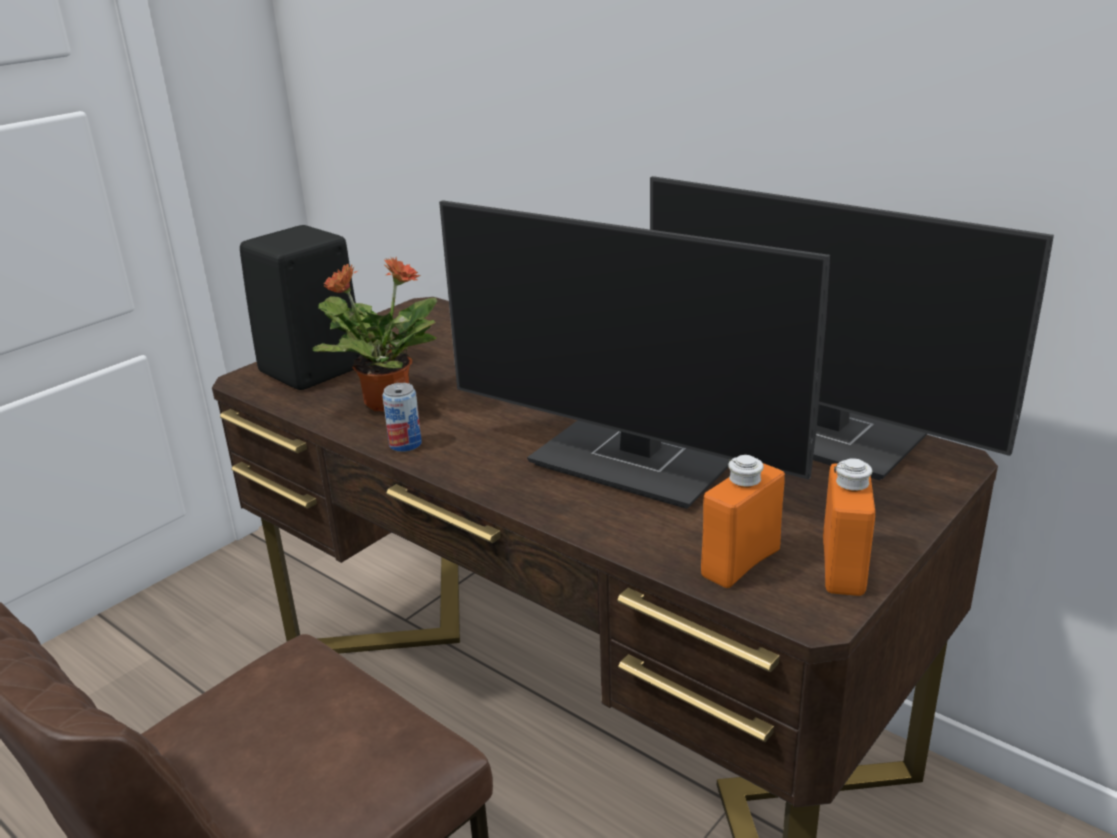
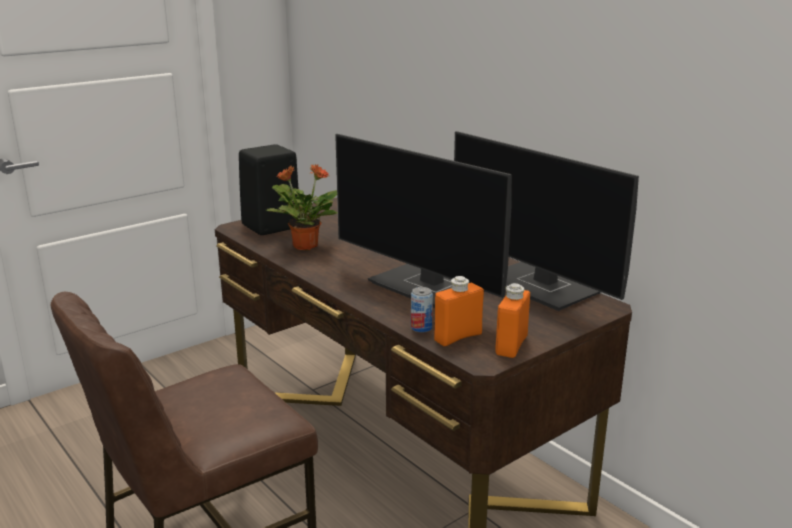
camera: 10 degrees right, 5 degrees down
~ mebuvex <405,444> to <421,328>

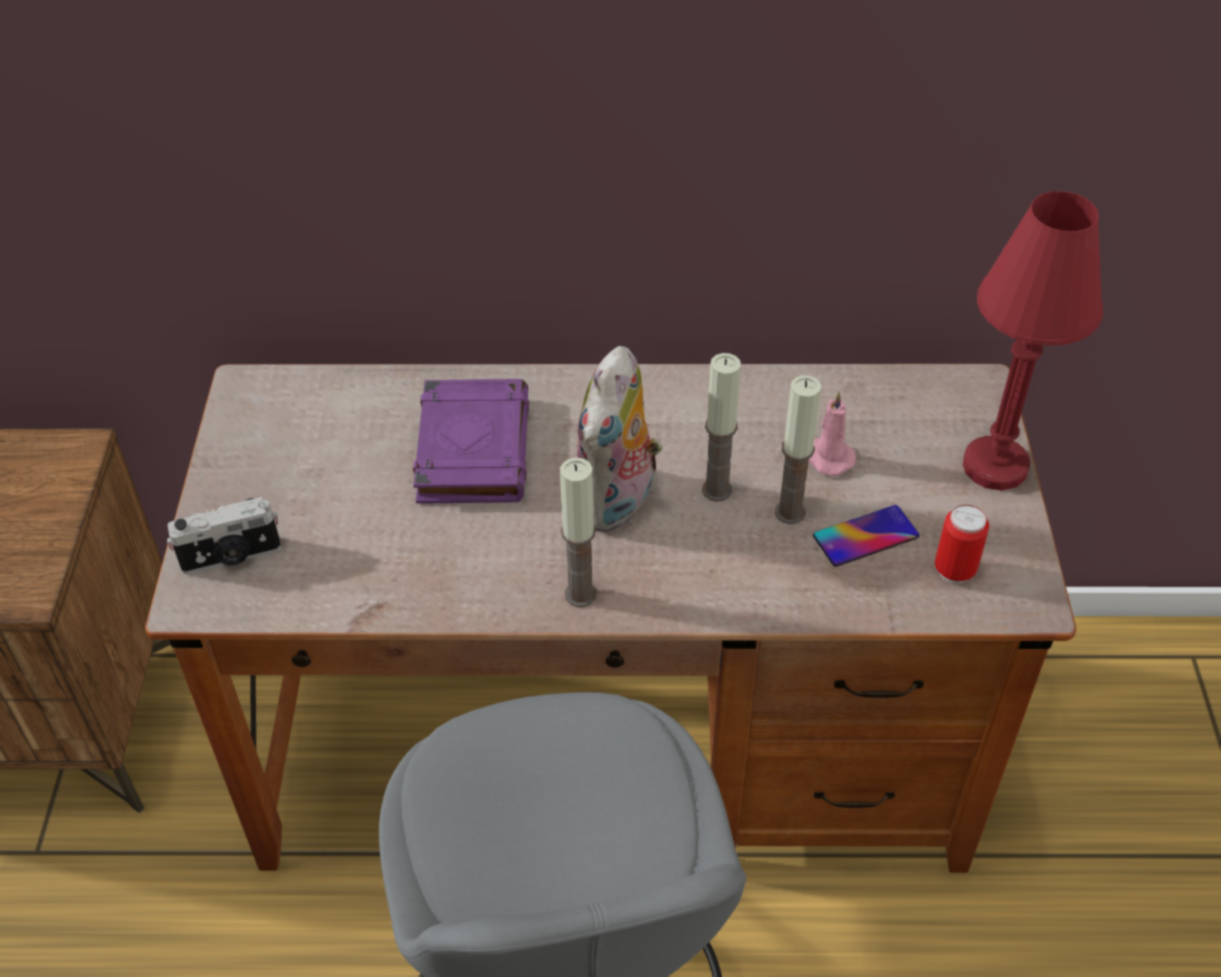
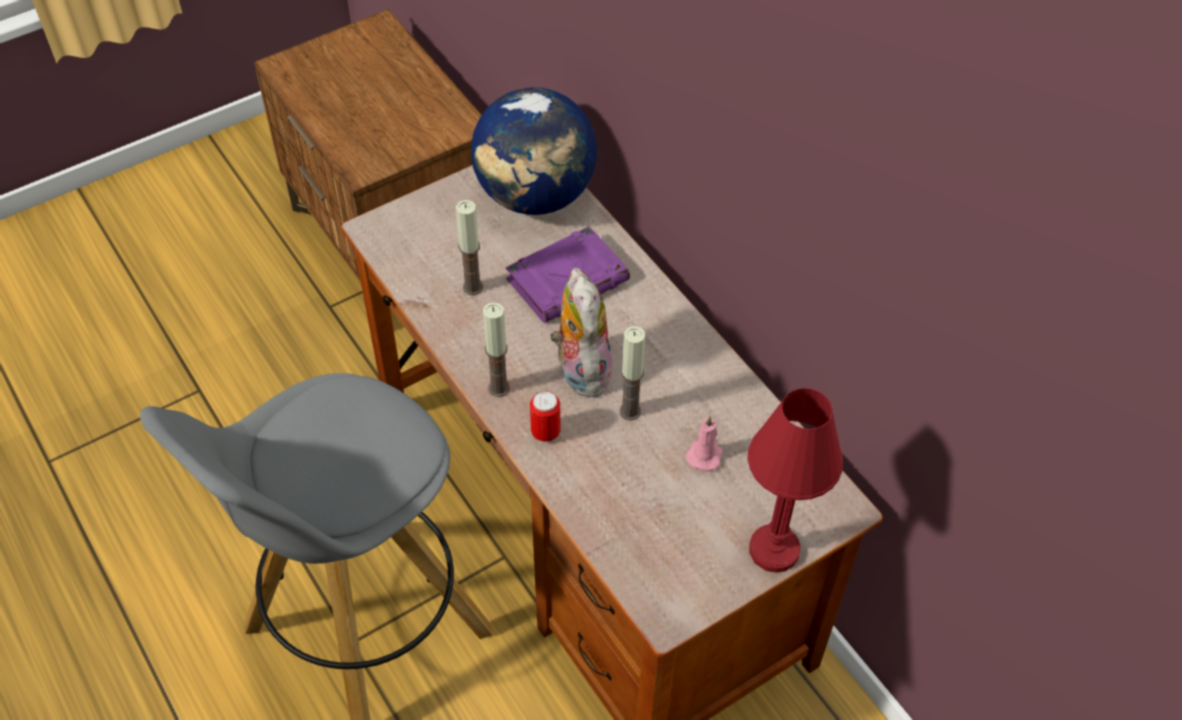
camera: 55 degrees right, 5 degrees up
- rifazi <231,557>
- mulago <865,536>
+ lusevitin <535,196>
~ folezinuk <790,512> to <472,287>
~ mebuvex <954,570> to <545,433>
~ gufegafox <618,503> = <580,369> 90 degrees clockwise

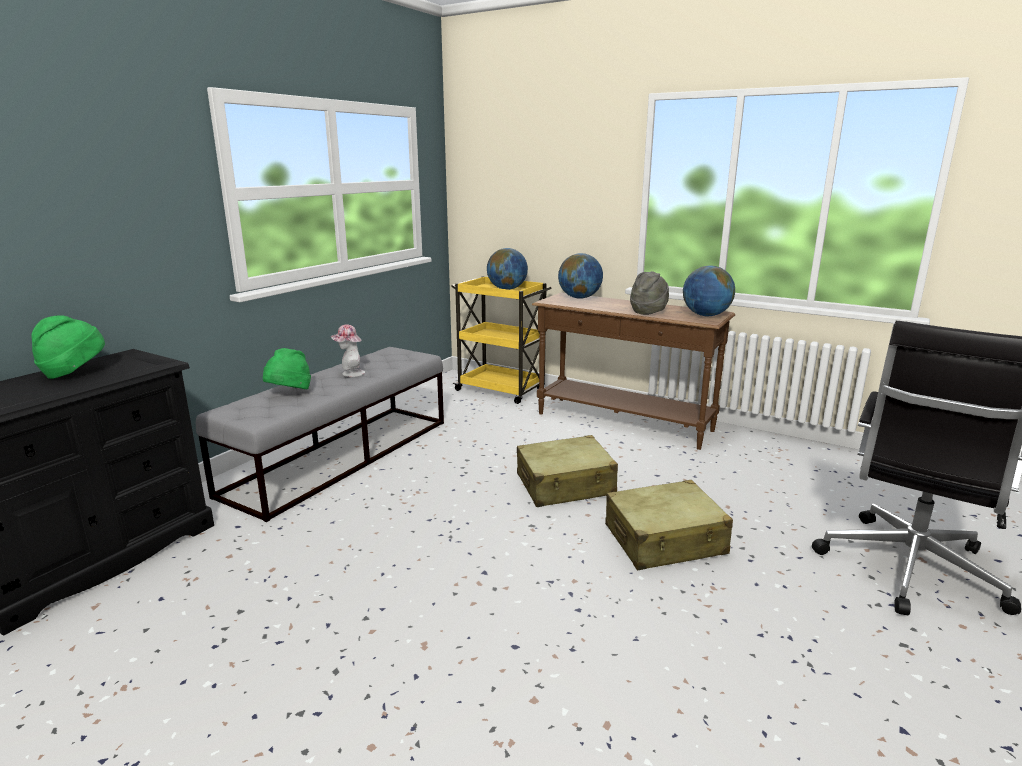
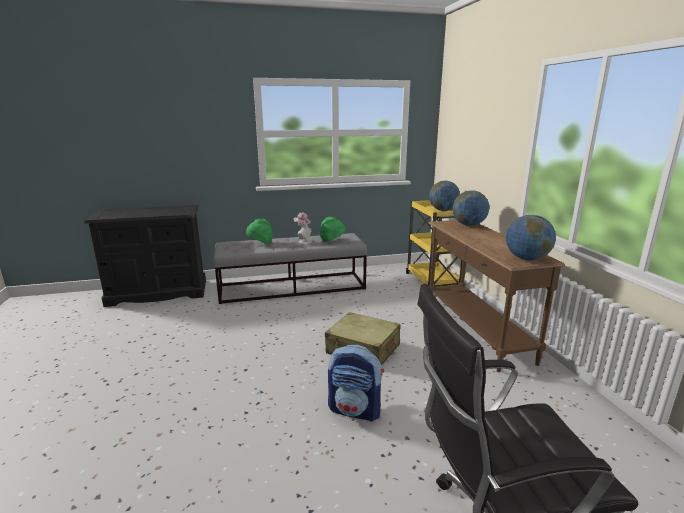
camera: 45 degrees right, 0 degrees up
- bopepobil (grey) <648,311>
~ bopepobil (green) <74,372> to <332,241>
~ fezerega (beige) <665,540> to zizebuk <355,410>

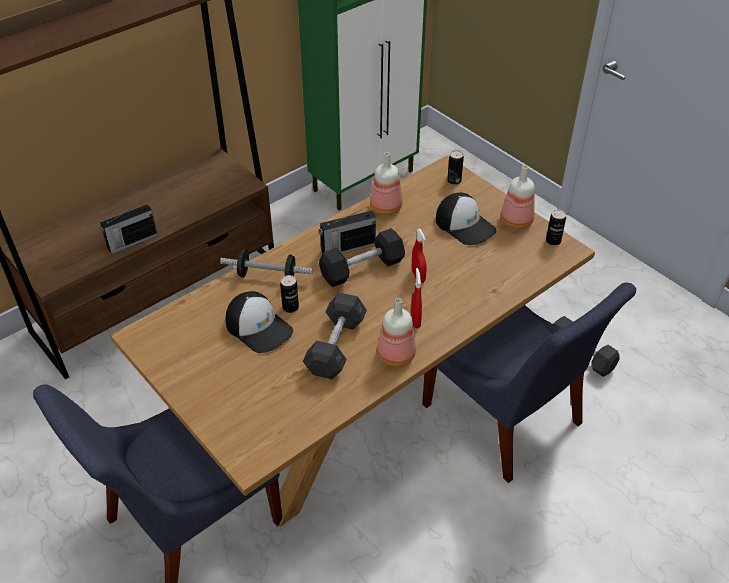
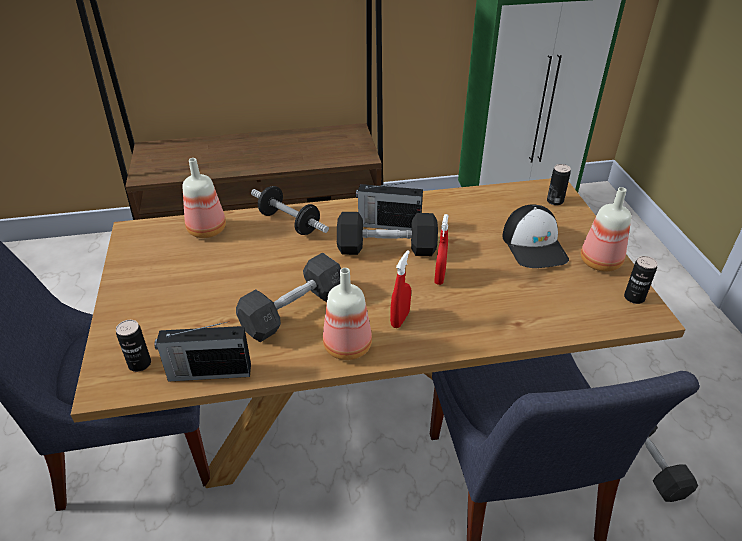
camera: 30 degrees right, 5 degrees down
- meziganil <259,327>
~ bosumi <131,242> to <208,372>
~ mebuvex <290,307> to <140,364>
~ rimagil <385,207> to <206,229>

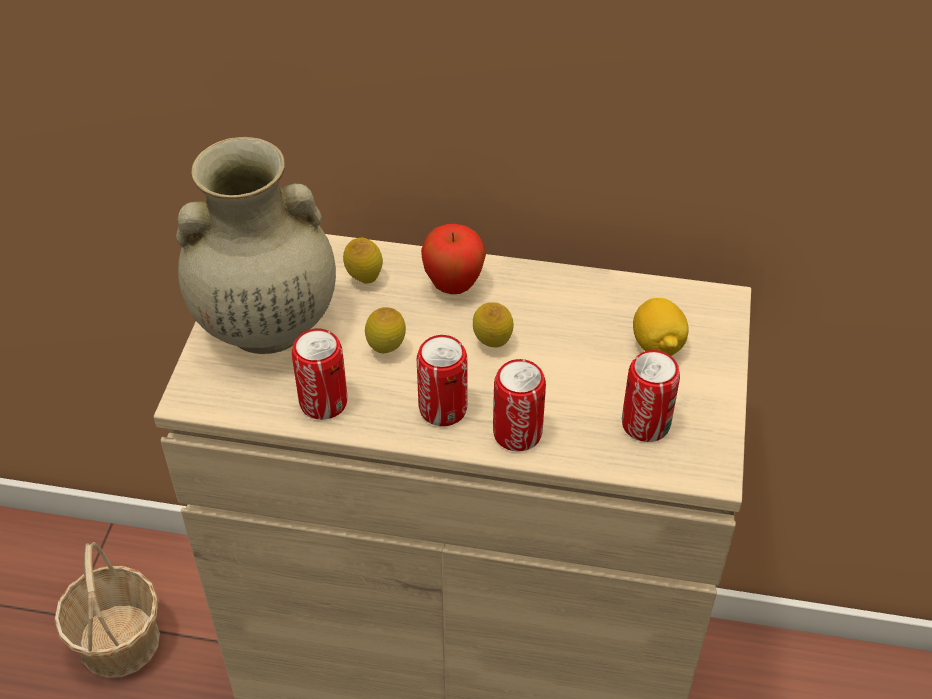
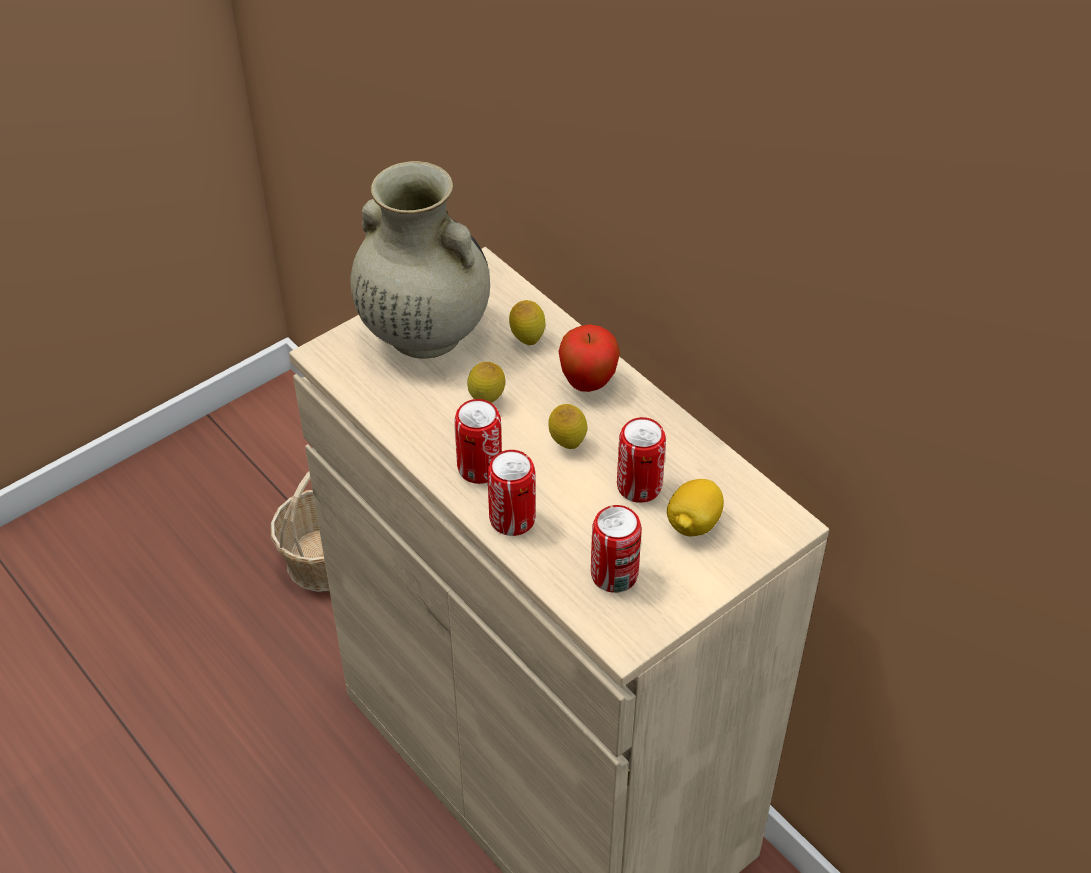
camera: 40 degrees right, 0 degrees up
~ mebuvex <323,402> to <639,486>

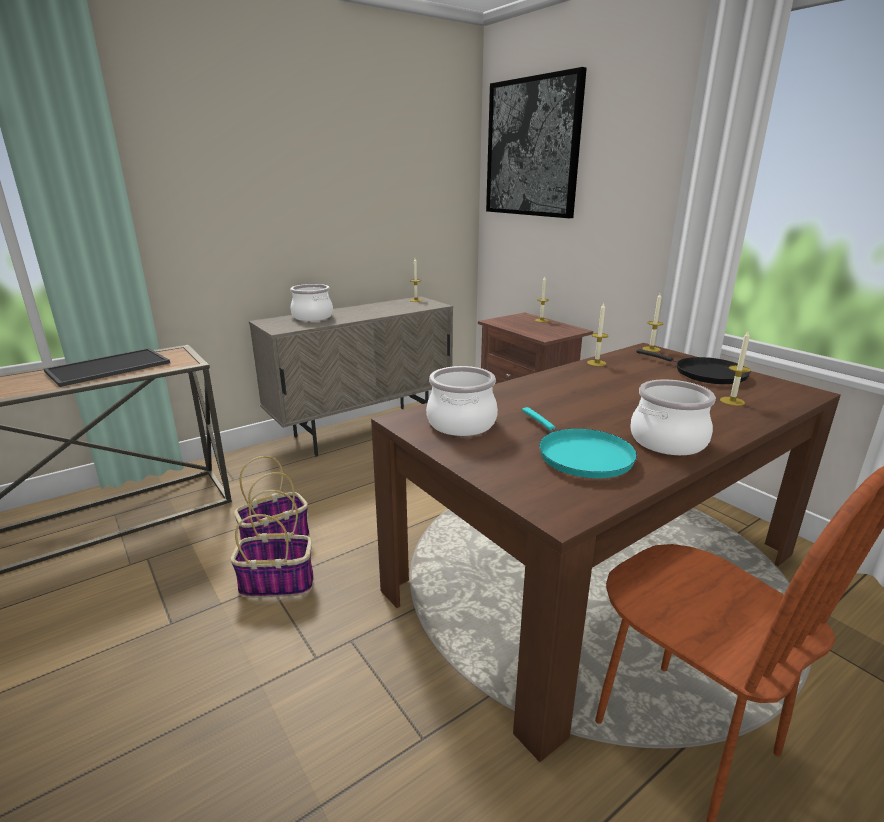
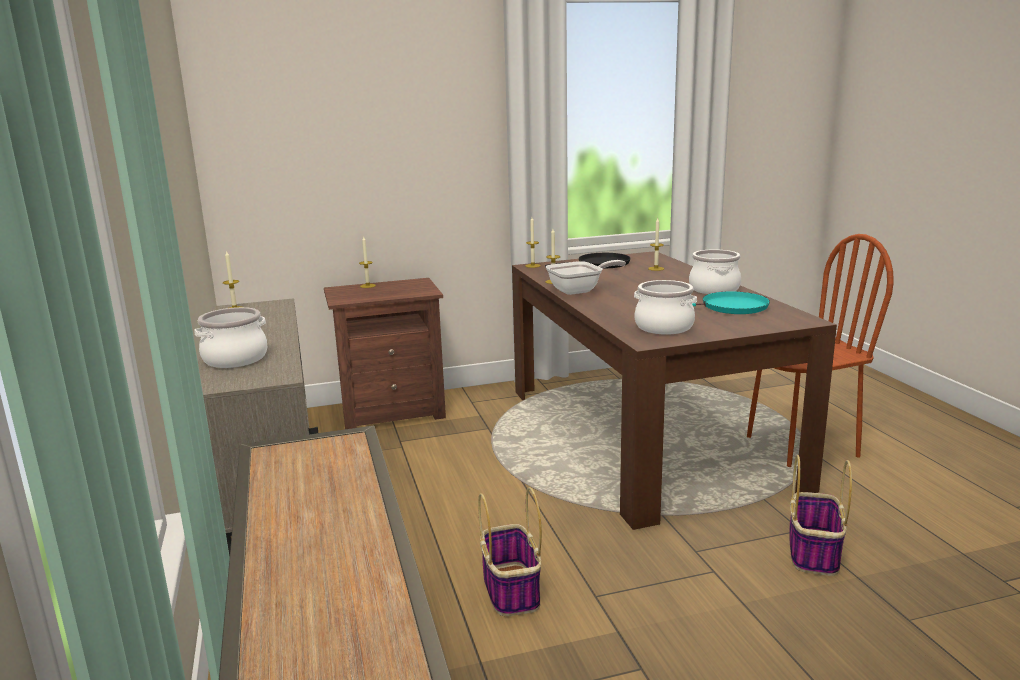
camera: 70 degrees left, 5 degrees down
- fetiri <108,368>
- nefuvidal <532,148>
+ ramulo <579,290>
~ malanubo <278,583> to <813,552>

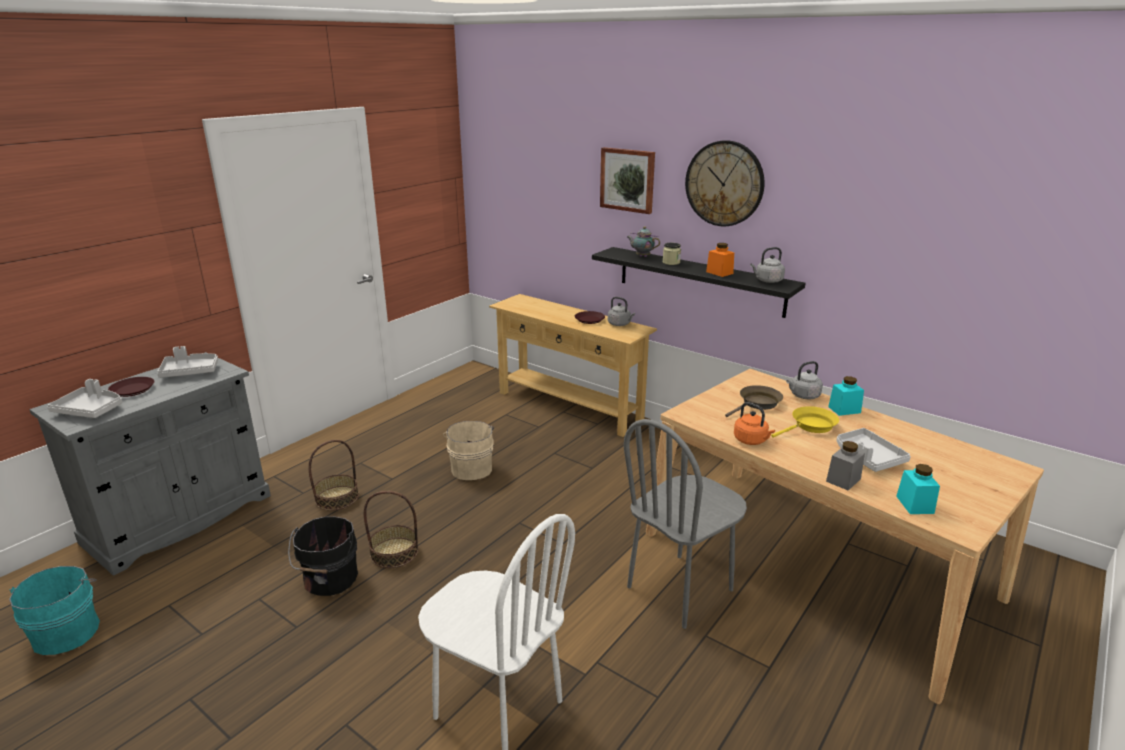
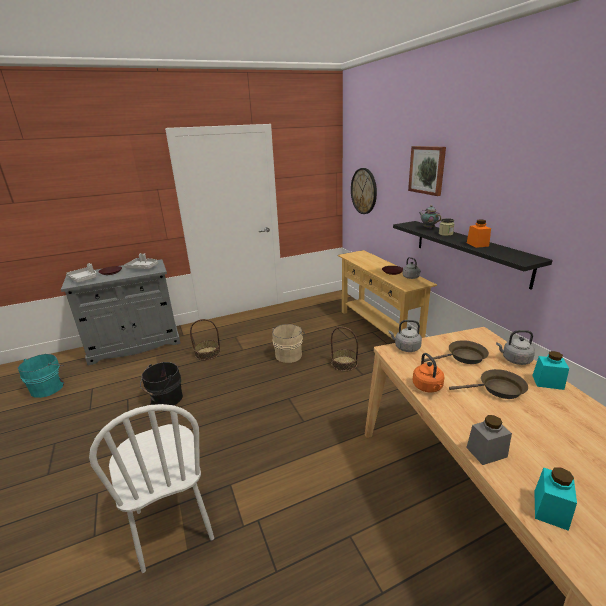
camera: 30 degrees right, 0 degrees up
- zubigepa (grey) <680,589>
- fetiri (grey) <868,457>
~ malanubo <394,552> to <344,363>
~ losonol <724,183> to <364,191>
~ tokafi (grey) <767,281> to <405,348>
~ ramulo (yellow) <811,426> to ramulo (brown) <498,389>

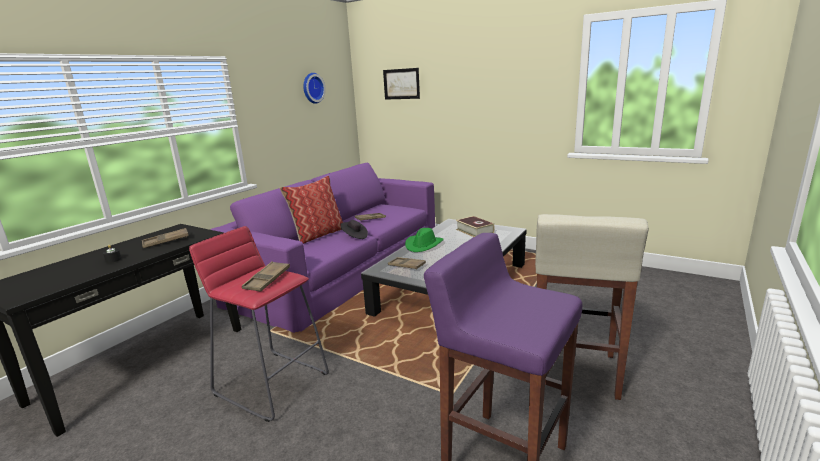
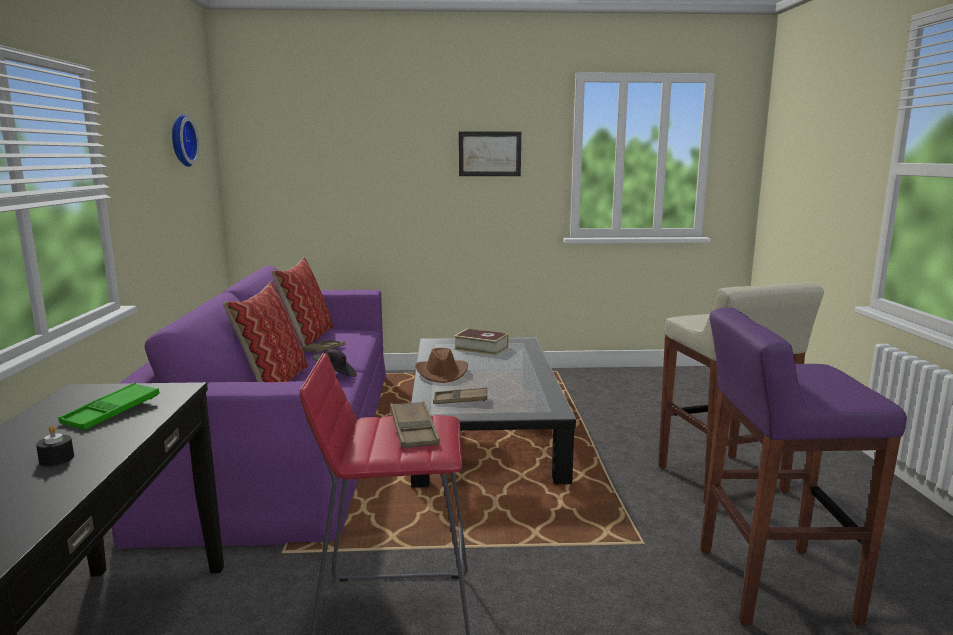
camera: 35 degrees left, 5 degrees down
+ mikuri <307,337>
~ nefuvidal <401,84> to <489,154>
~ fetiri (brown) <166,241> to fetiri (green) <112,412>
~ bopepobil (green) <424,245> to bopepobil (brown) <442,373>

